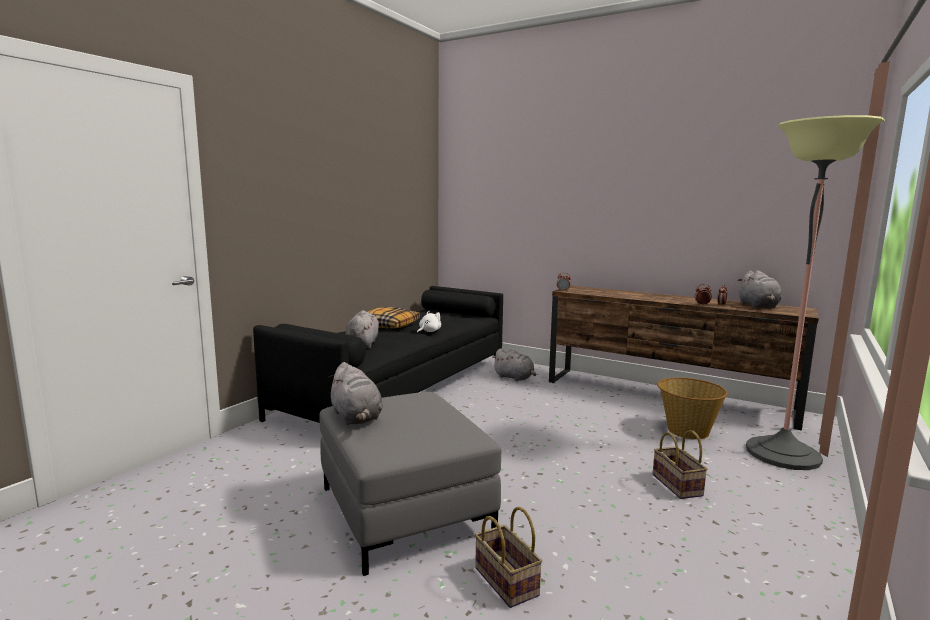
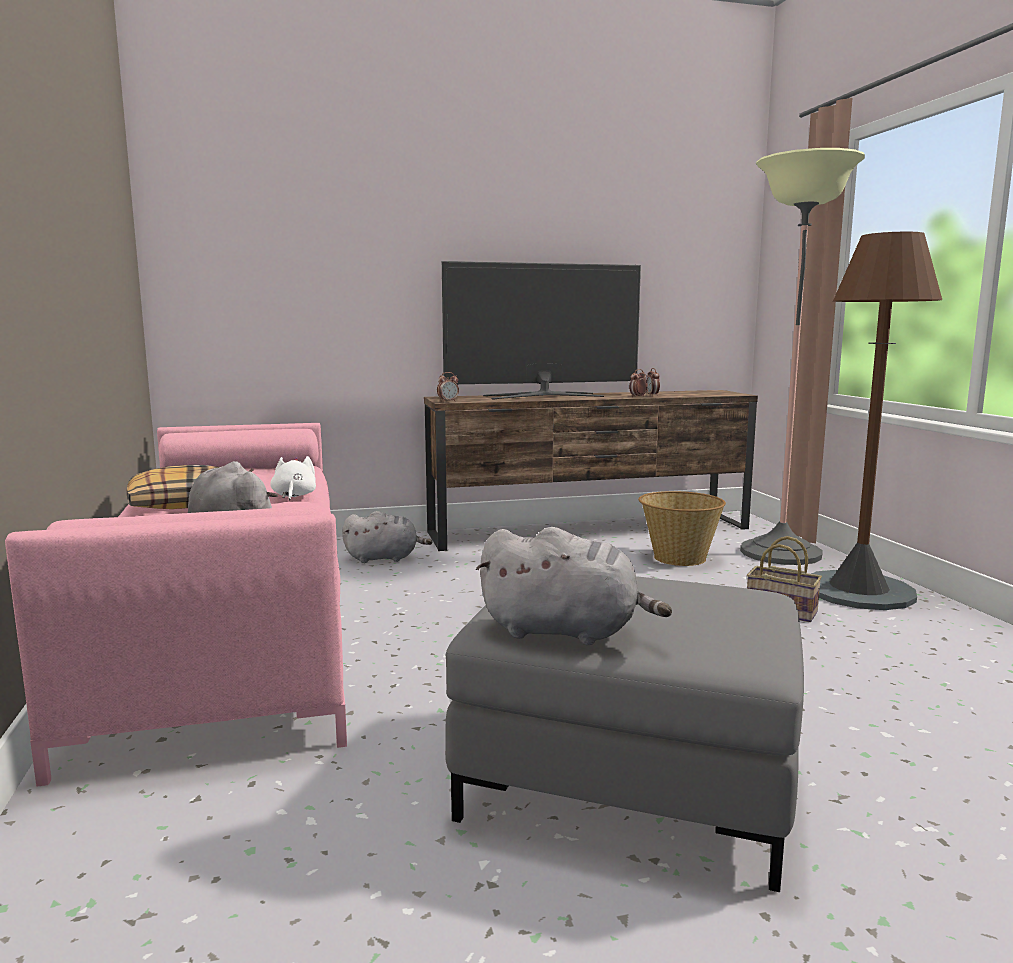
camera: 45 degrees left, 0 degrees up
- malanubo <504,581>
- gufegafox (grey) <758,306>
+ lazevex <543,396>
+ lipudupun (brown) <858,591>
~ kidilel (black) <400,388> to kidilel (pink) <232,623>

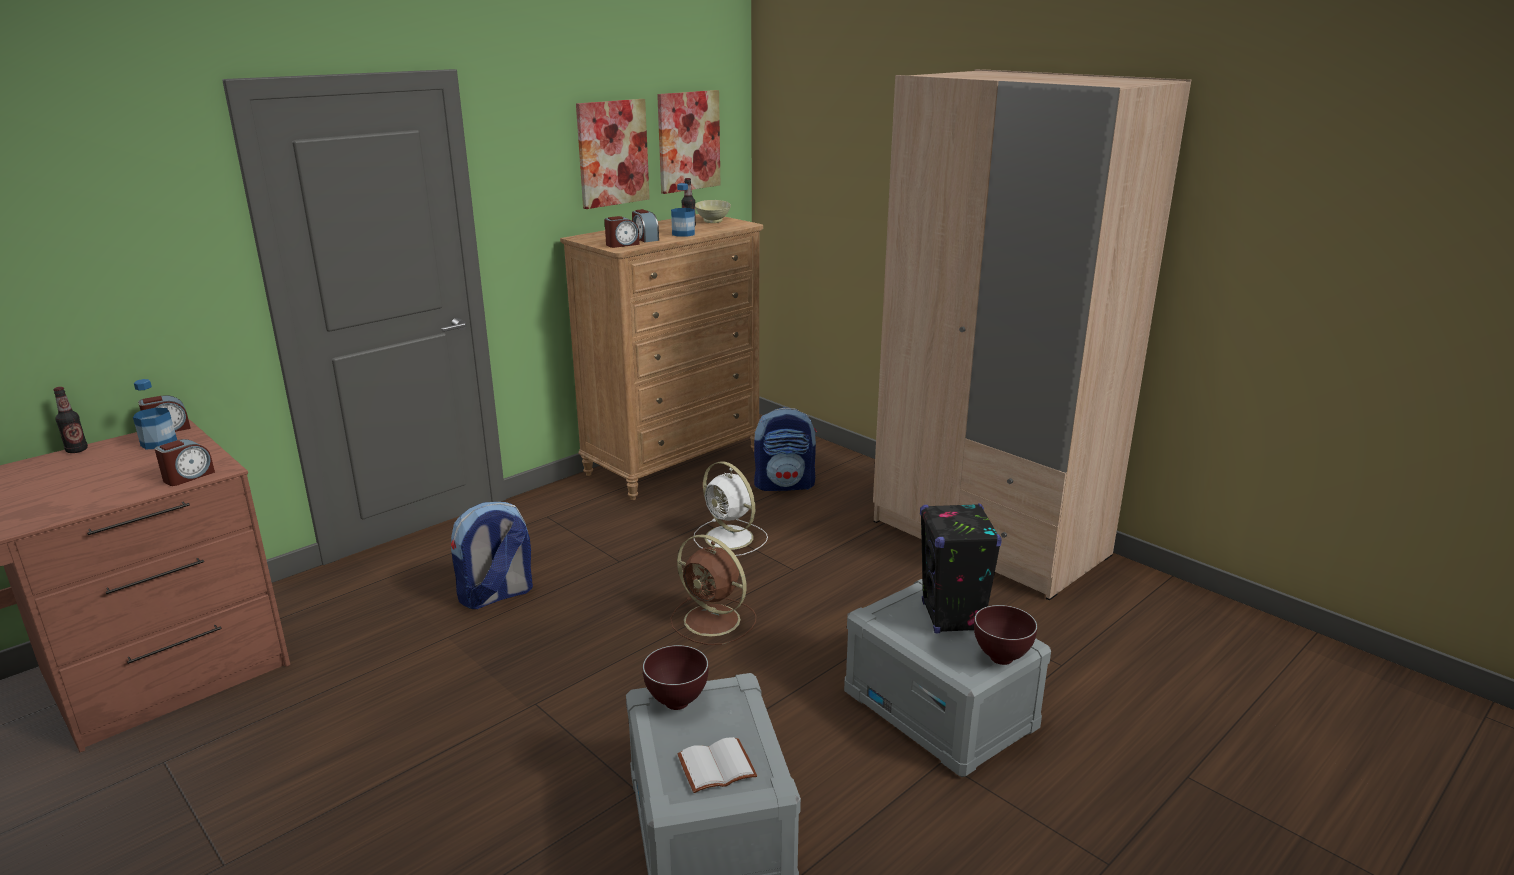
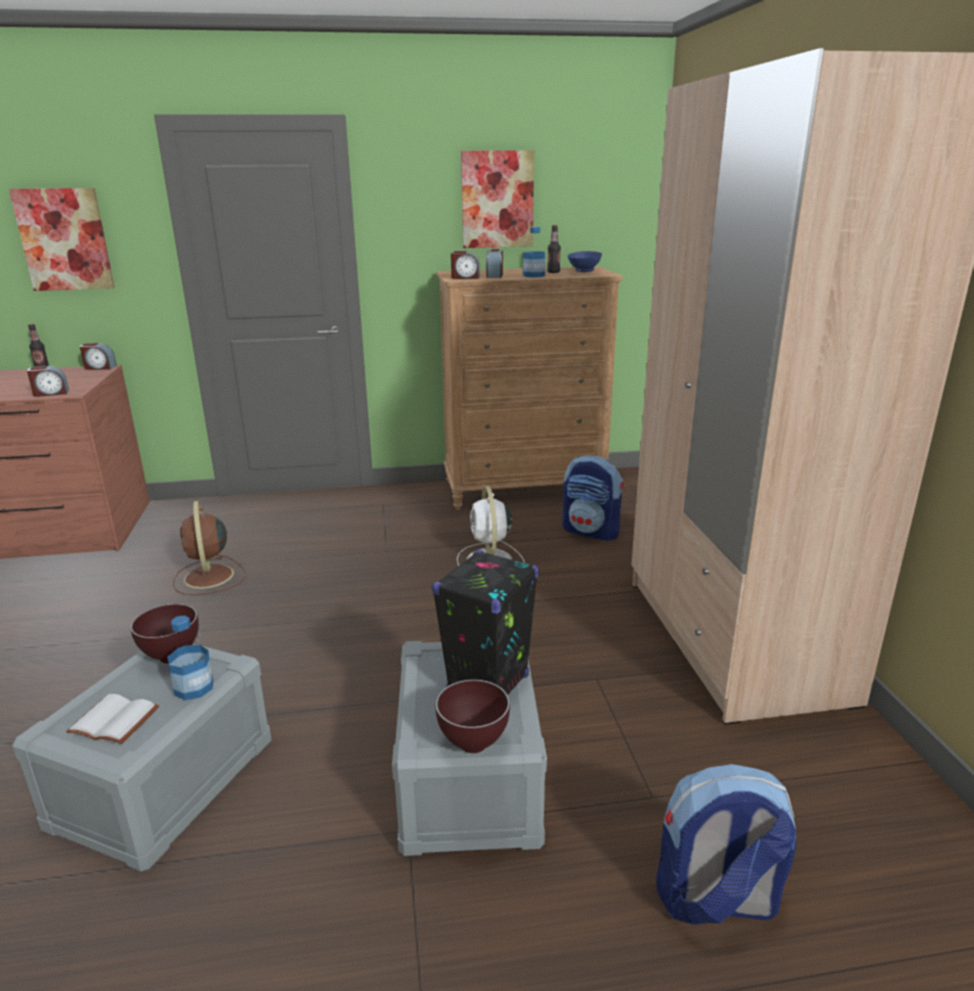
camera: 35 degrees right, 0 degrees up
~ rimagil <159,443> to <194,687>
~ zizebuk <496,595> to <715,901>
~ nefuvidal <688,141> to <64,239>
~ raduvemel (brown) <714,621> to <209,578>
~ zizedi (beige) <712,221> to zizedi (blue) <583,271>

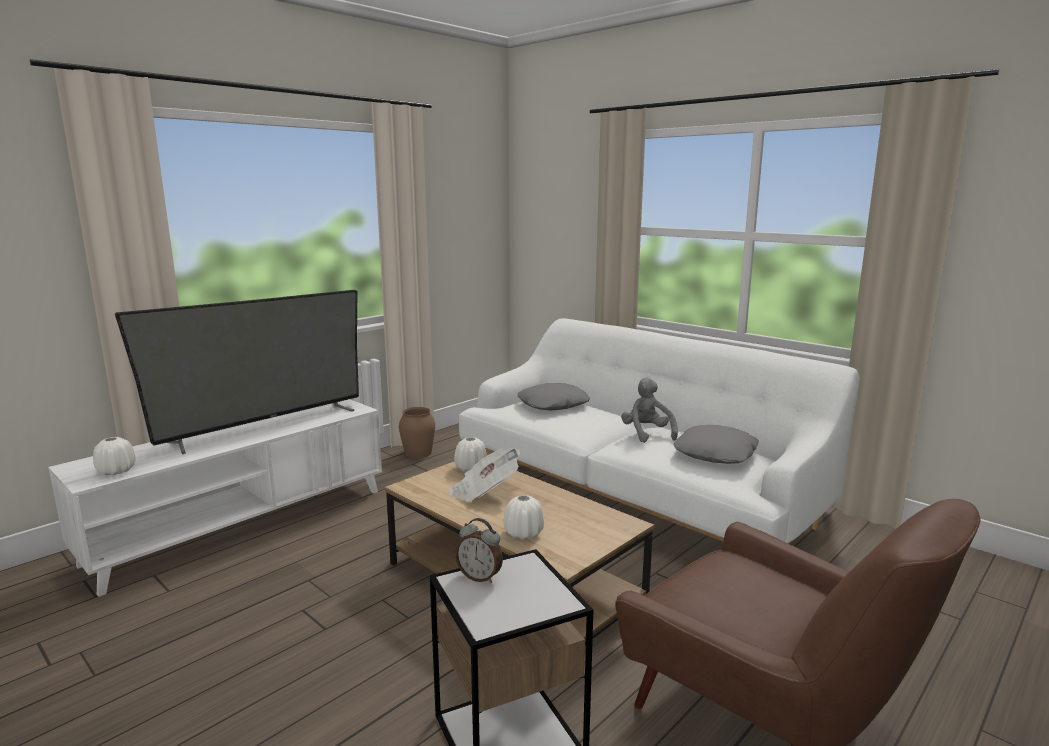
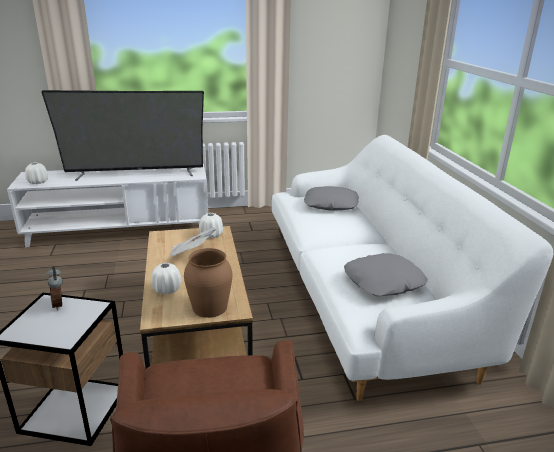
camera: 35 degrees right, 10 degrees up
- gufegafox (grey) <647,434>
~ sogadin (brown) <418,453> to <210,307>

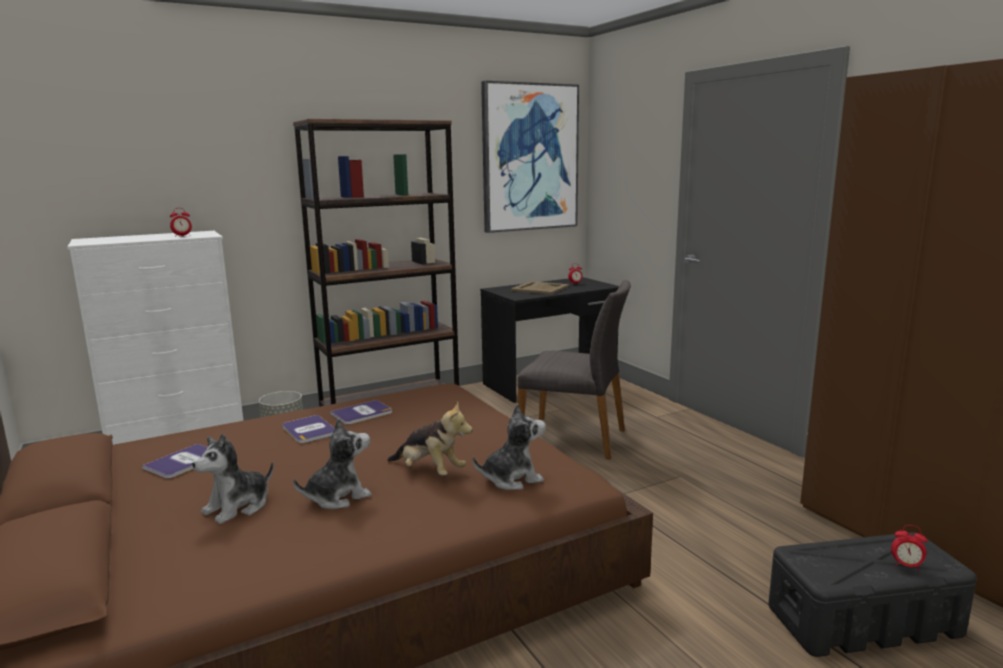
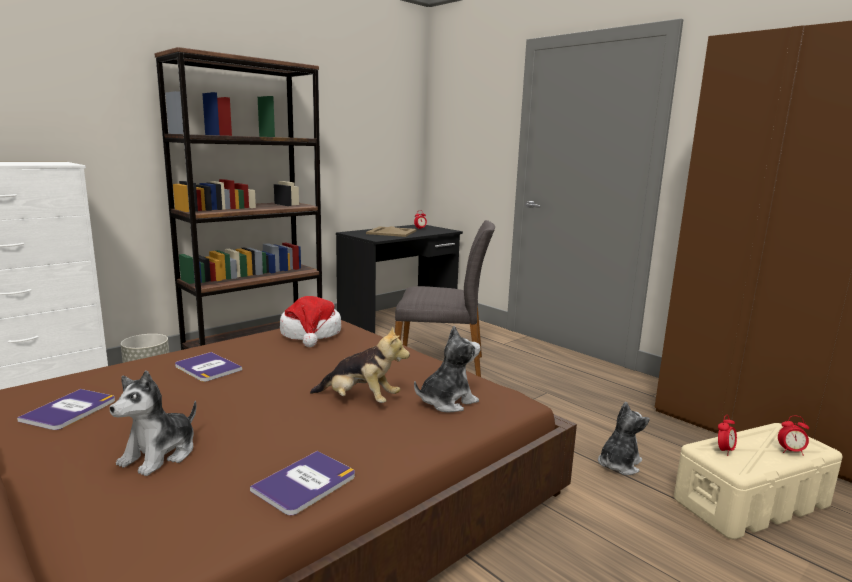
camera: 15 degrees left, 0 degrees up
- nefuvidal <529,158>
+ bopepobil <311,334>
~ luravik <182,236> to <724,451>
~ gufegafox <337,497> to <618,464>
~ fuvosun <362,413> to <305,483>
~ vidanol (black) <864,621> to vidanol (beige) <752,502>

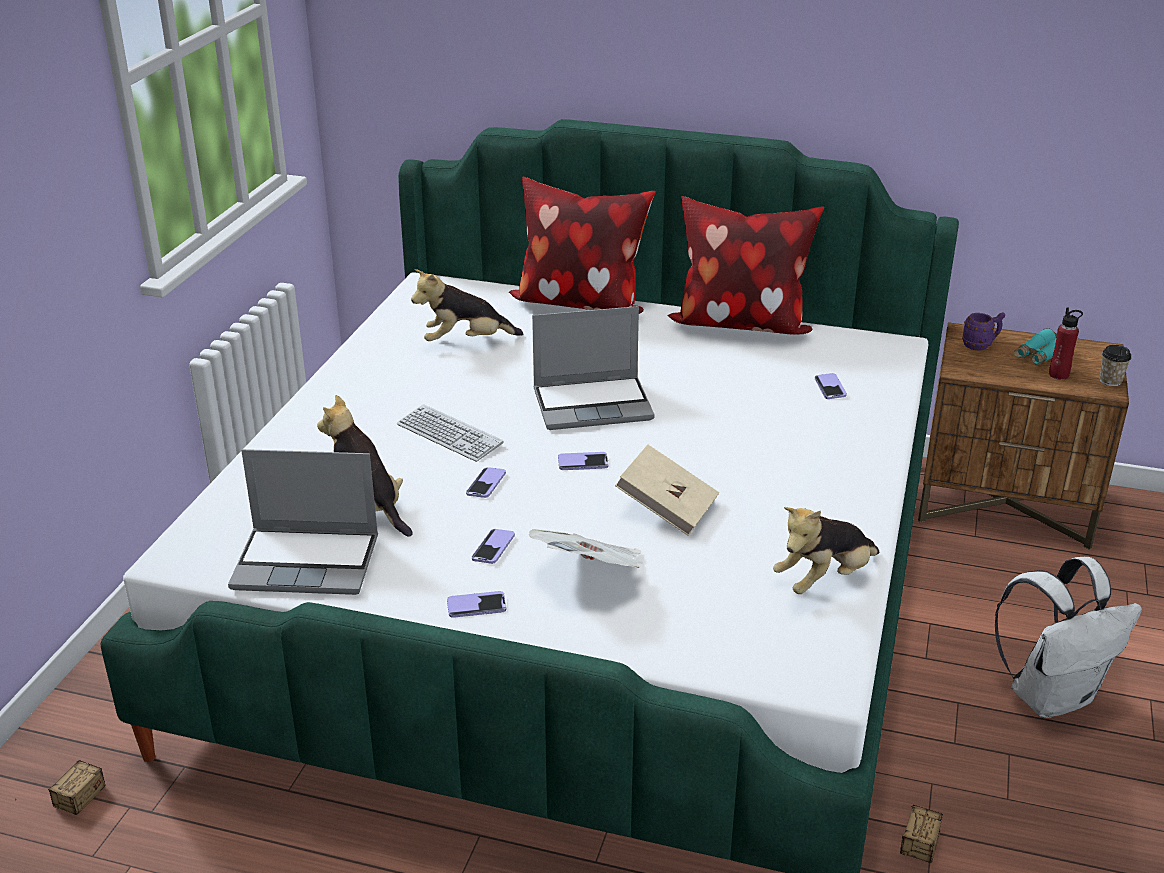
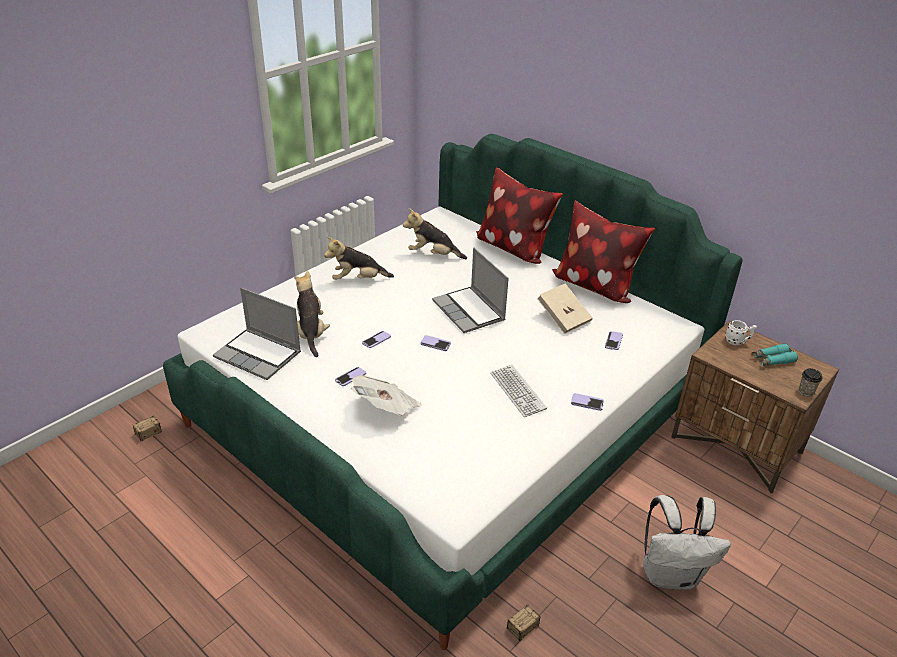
camera: 25 degrees right, 5 degrees up
- rimagil (red) <1059,374>
~ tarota <449,435> to <517,391>
~ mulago <476,606> to <587,403>
~ fuvosun (beige) <667,508> to <563,318>
~ gufegafox <824,579> to <358,280>
~ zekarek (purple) <980,345> to zekarek (white) <737,342>
~ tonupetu <594,404> = <470,311> 45 degrees clockwise

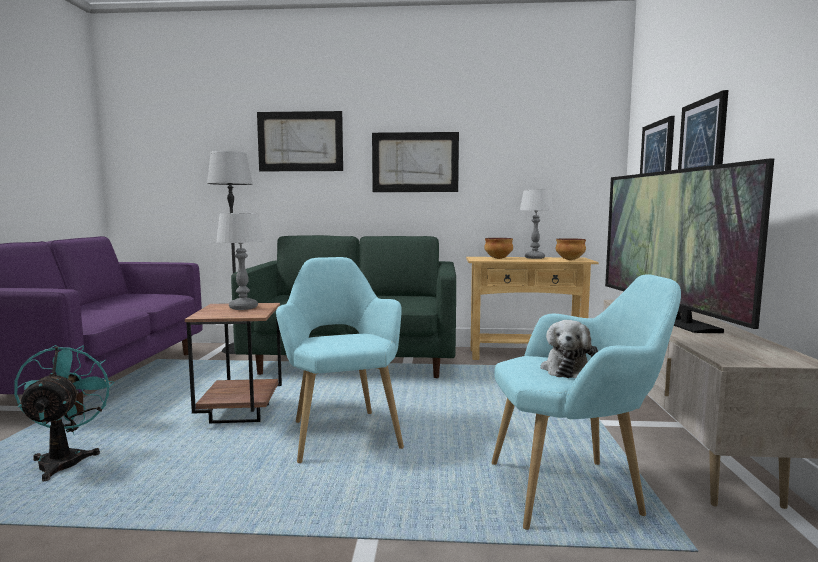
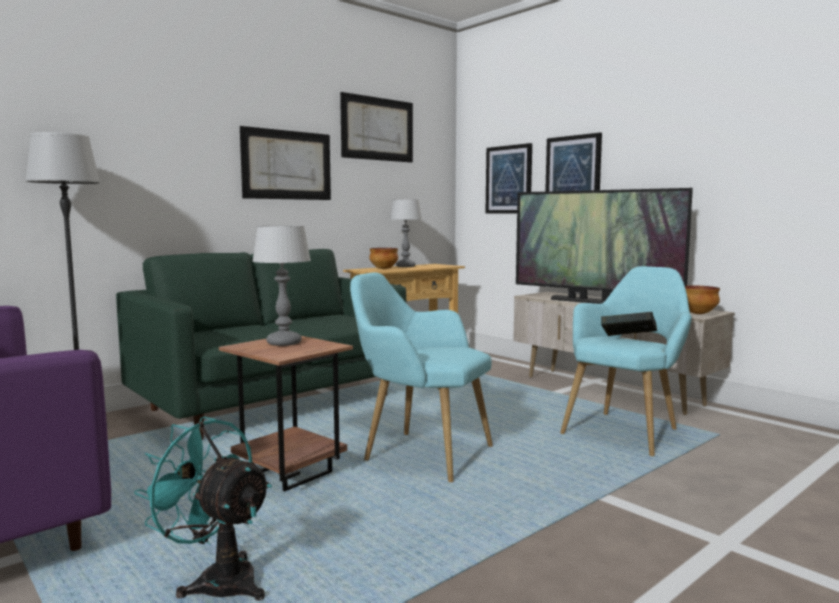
camera: 45 degrees left, 0 degrees up
~ nefuvidal <300,141> to <377,129>
~ zizedi <569,260> to <697,314>
~ gufegafox <566,369> to fuvosun <628,339>

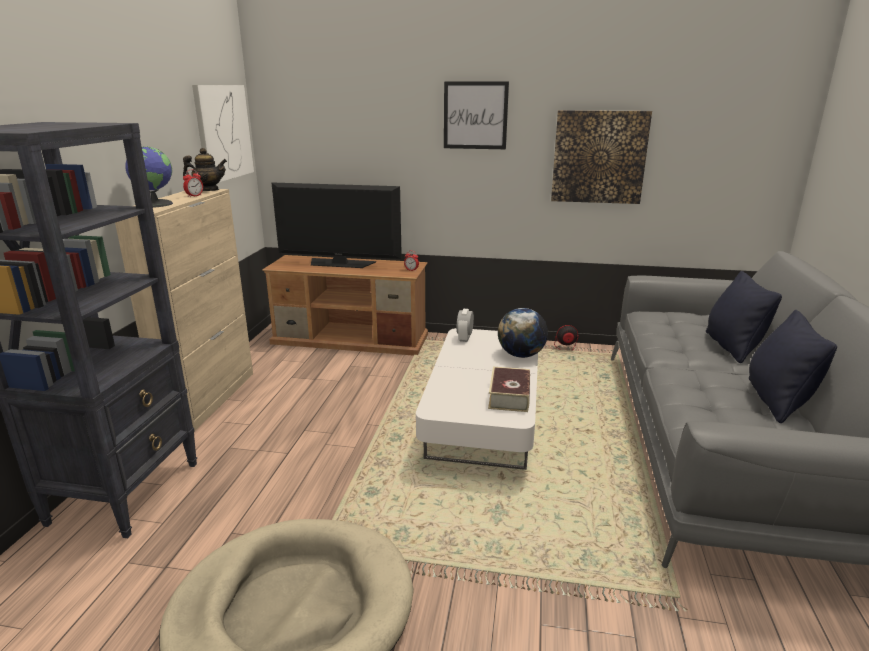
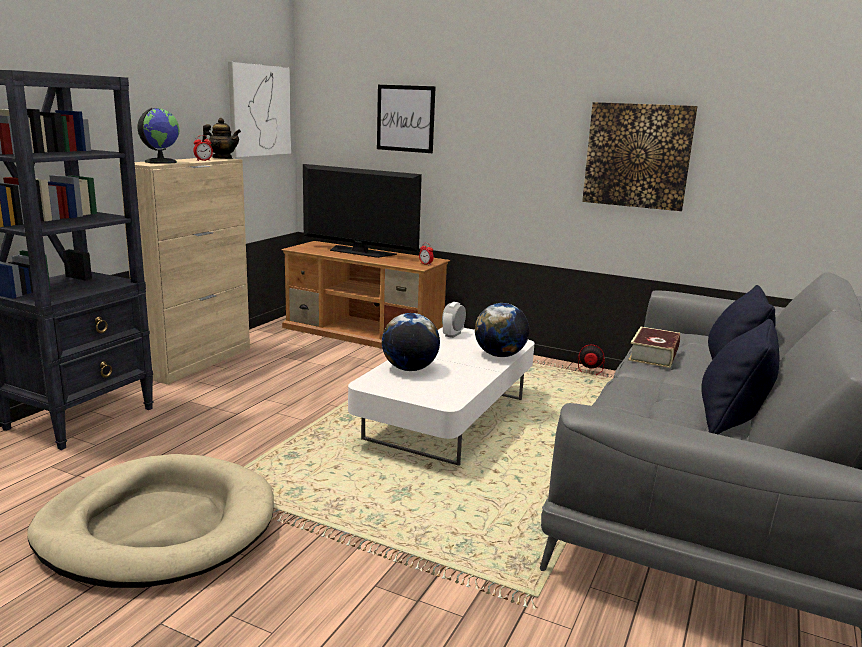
camera: 15 degrees right, 5 degrees down
+ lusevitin <409,369>
~ nefuvidal <475,115> to <405,118>
~ fuvosun <509,396> to <654,355>

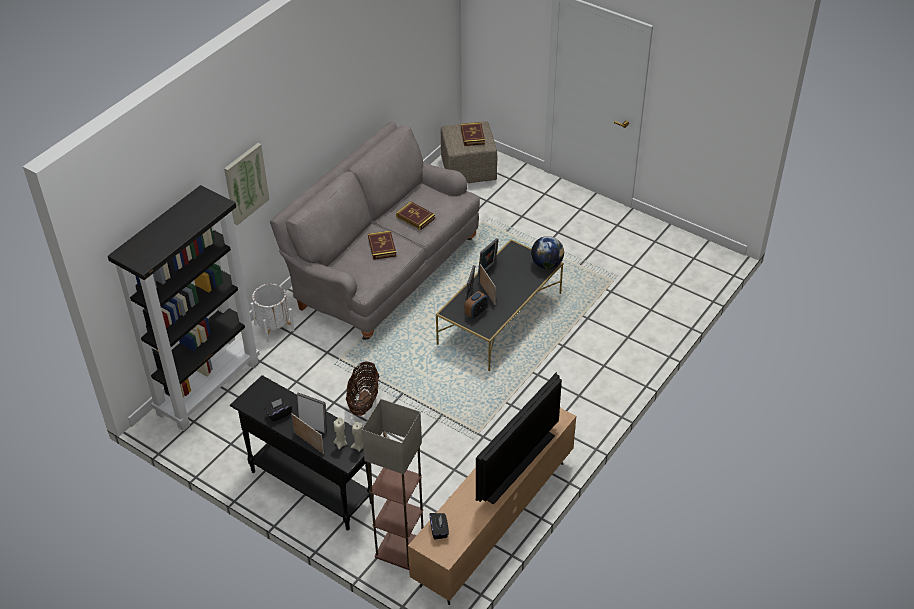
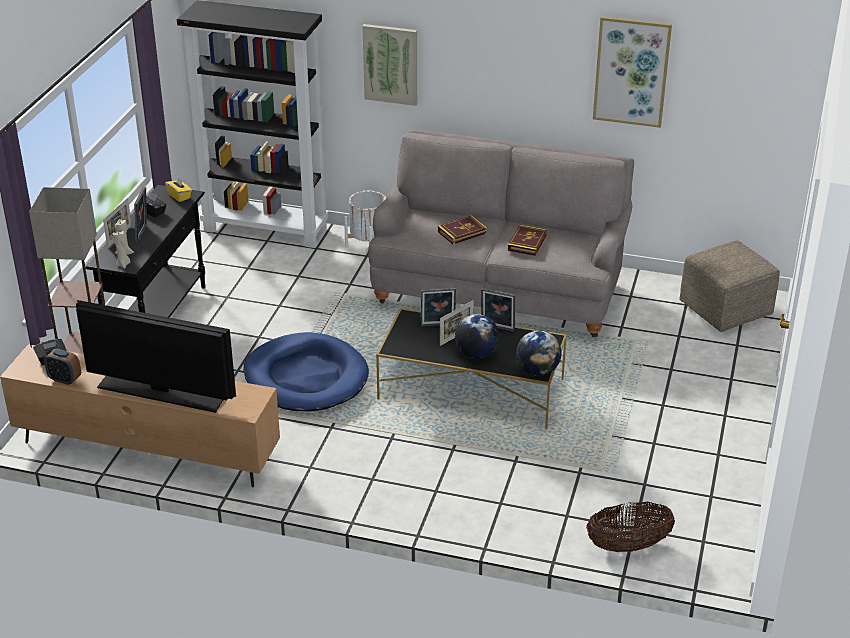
camera: 70 degrees right, 10 degrees down
- fuvosun <472,136>
+ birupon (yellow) <179,196>
+ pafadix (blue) <306,377>
+ lusevitin <476,354>
+ nefuvidal <631,71>
~ malanubo <363,401> to <628,546>
~ luravik <476,313> to <64,379>

